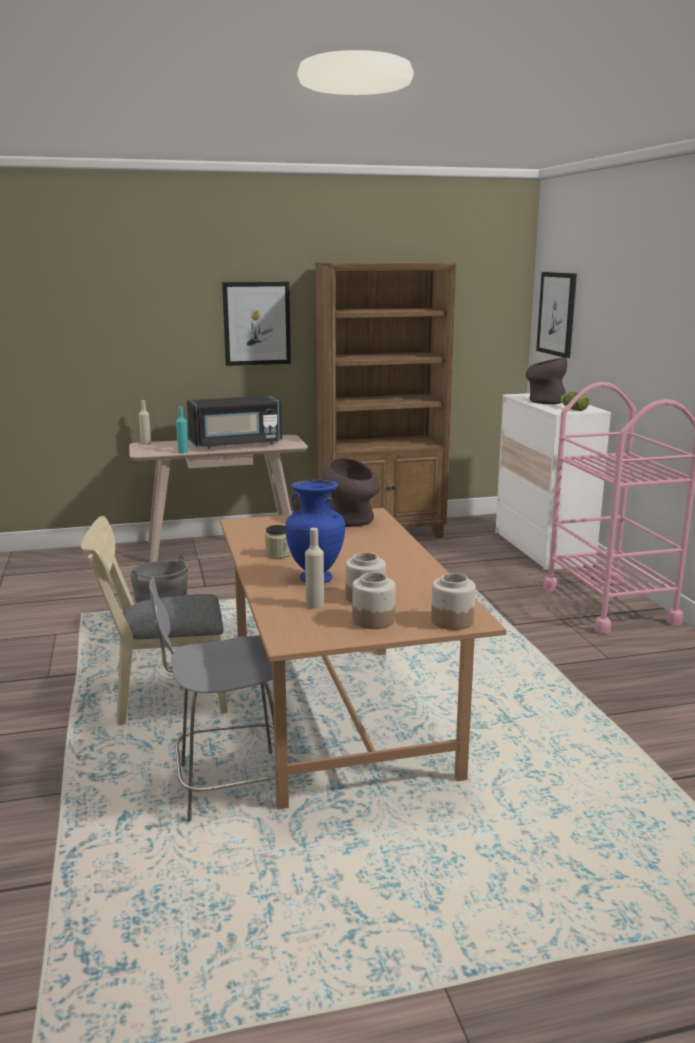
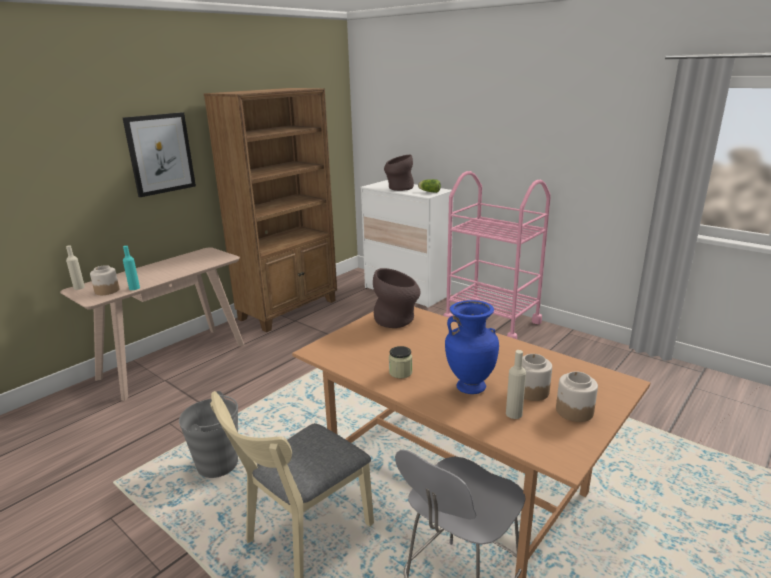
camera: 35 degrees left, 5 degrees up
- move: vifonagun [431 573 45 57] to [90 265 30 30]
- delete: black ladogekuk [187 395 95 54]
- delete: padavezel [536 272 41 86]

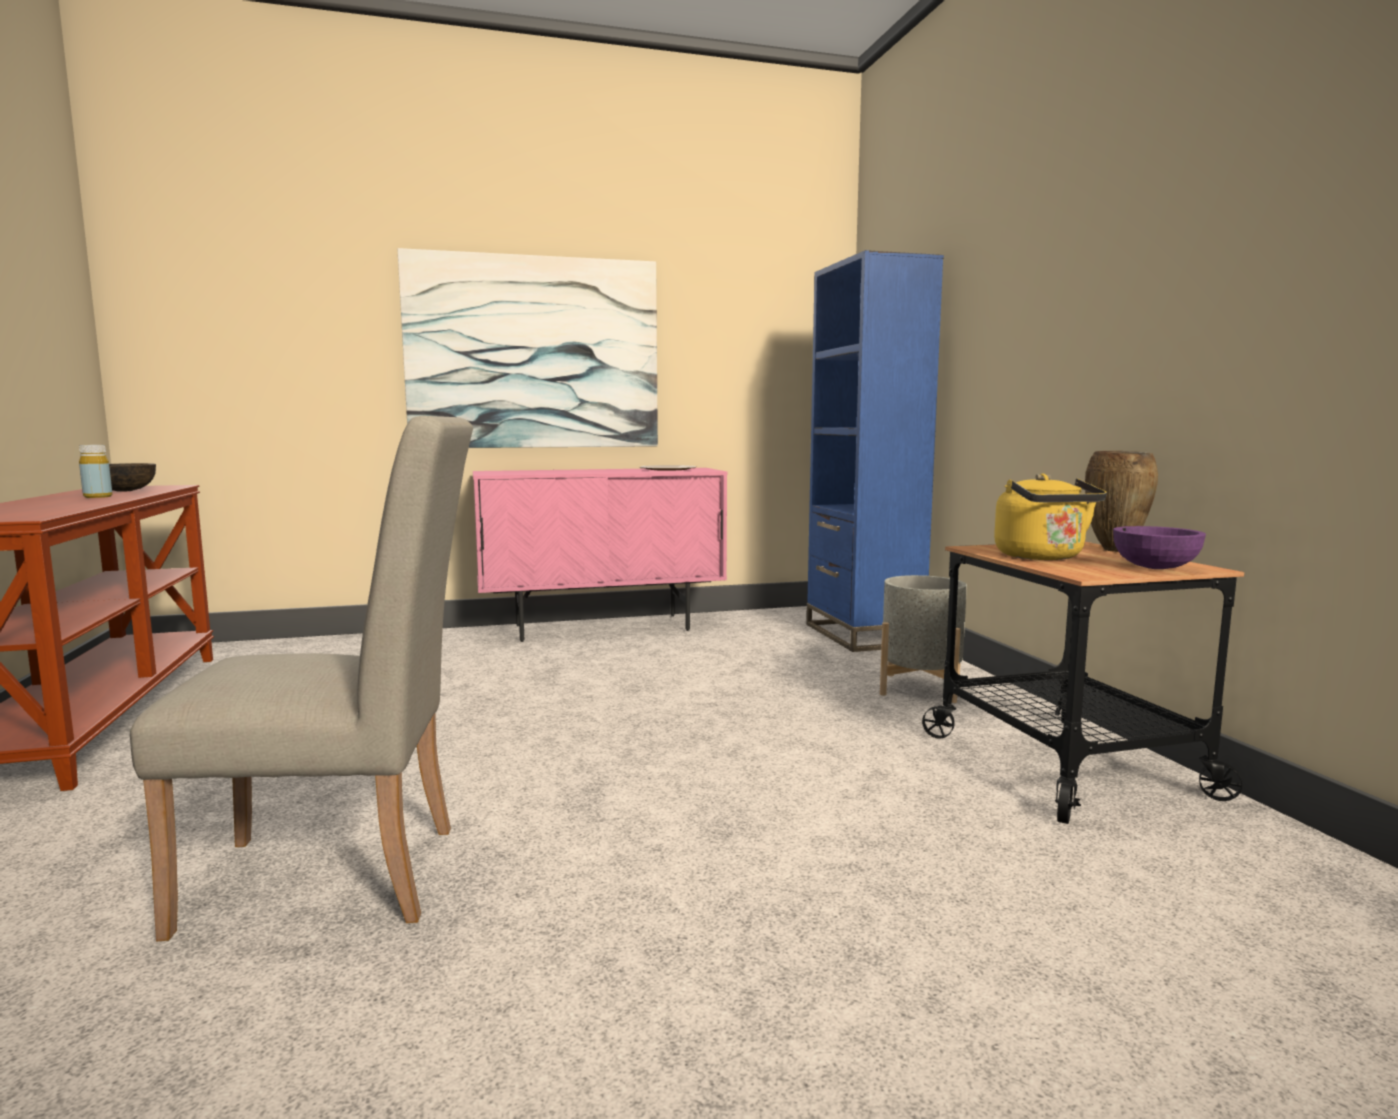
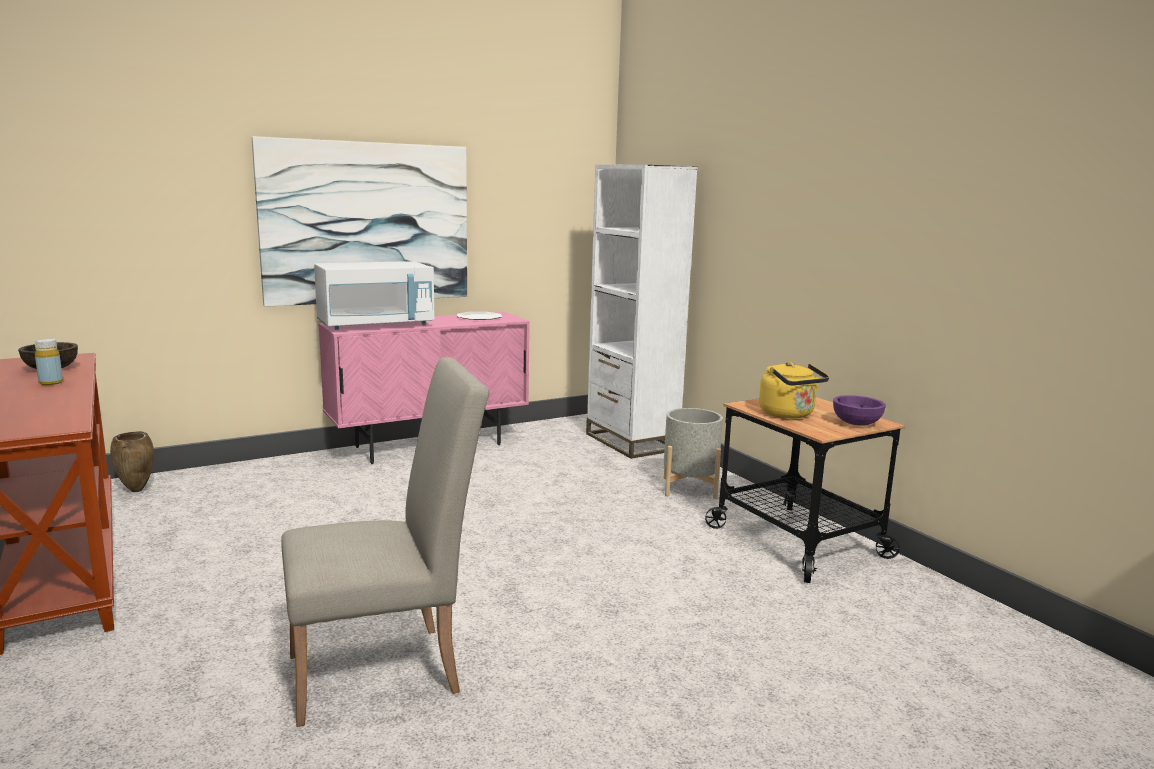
camera: 15 degrees left, 5 degrees up
- move: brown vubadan [1085 451 73 101] to [110 431 44 61]
- insert: white ladogekuk [314 261 121 69]
- recolor: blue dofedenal [806 250 138 402] to white dofedenal [586 164 112 295]

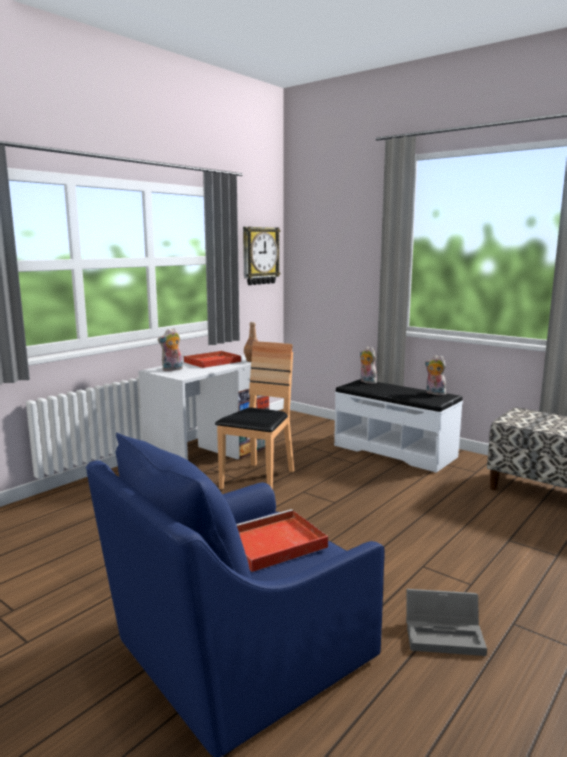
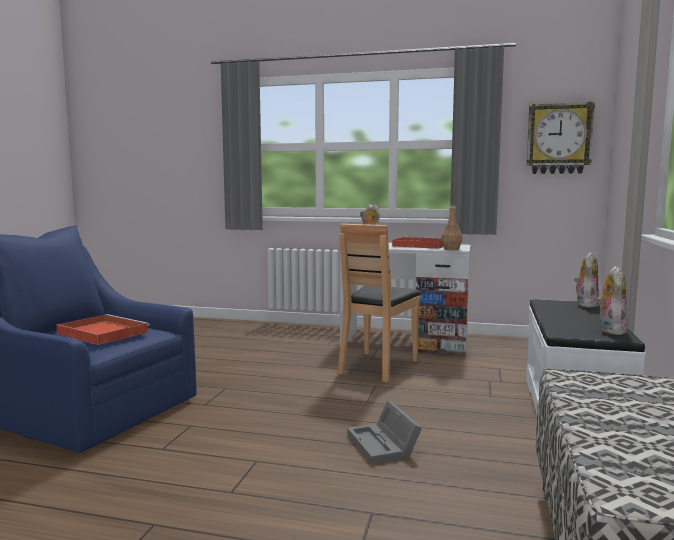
camera: 65 degrees right, 5 degrees down
- rotate: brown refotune [215 341 79 148] = [338 224 83 158] 120 degrees clockwise
- move: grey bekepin [406 589 81 67] to [347 401 75 64]

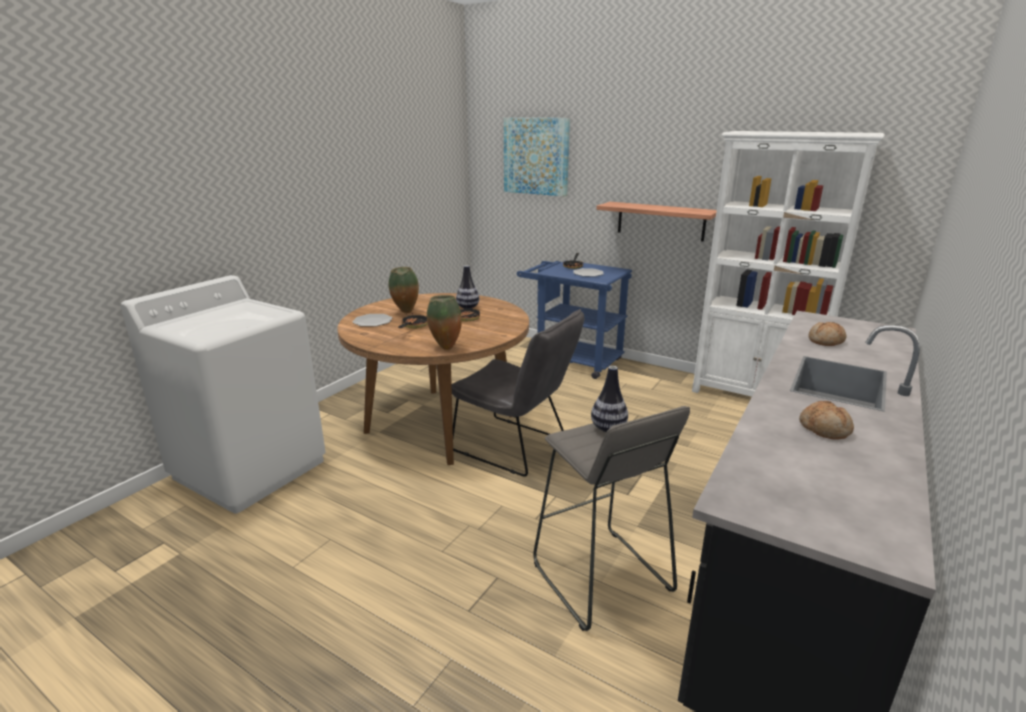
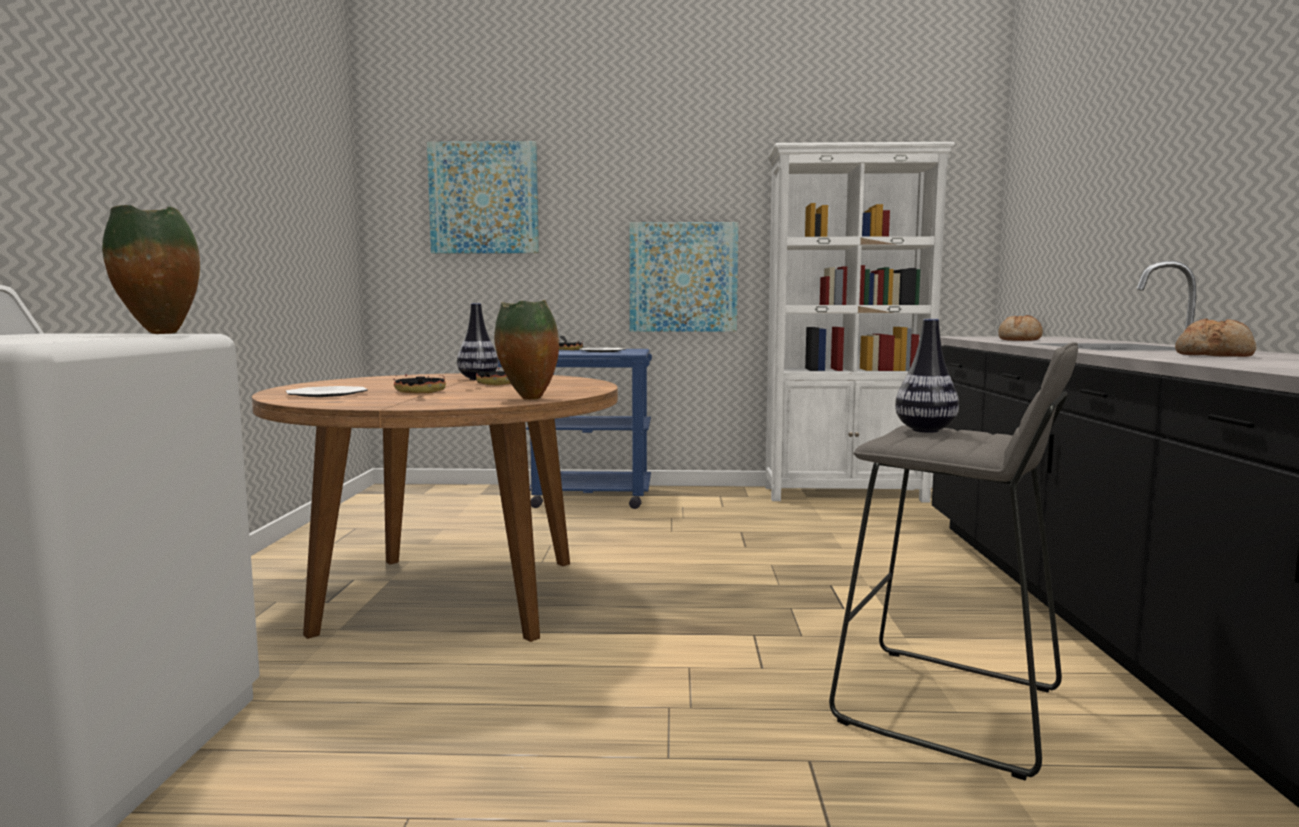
camera: 30 degrees left, 15 degrees down
- move: vubadan [388 267 31 46] to [102 205 98 129]
- replace: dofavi [596 202 121 40] to padavezel [629 222 109 110]
- delete: grey refotune [451 309 133 168]

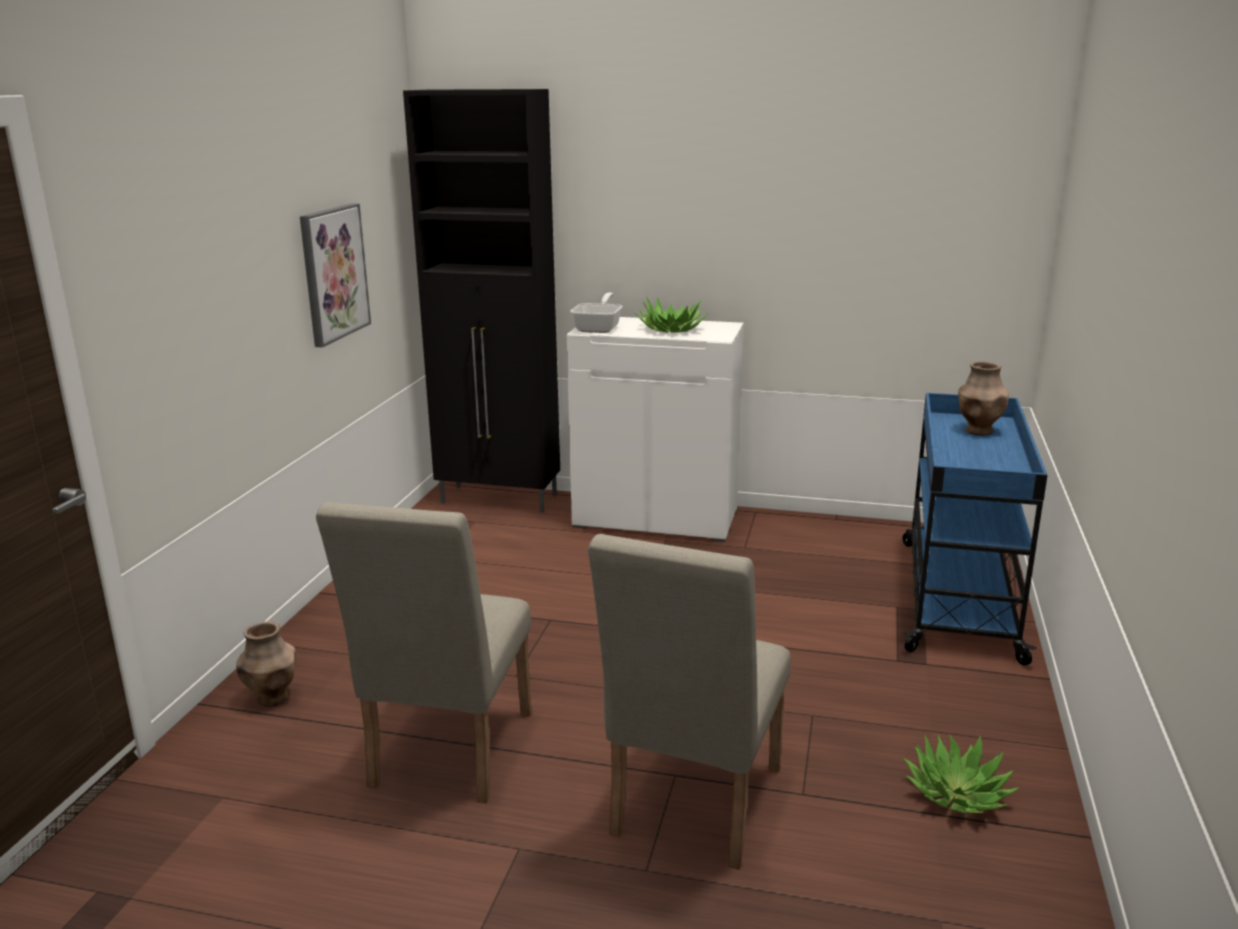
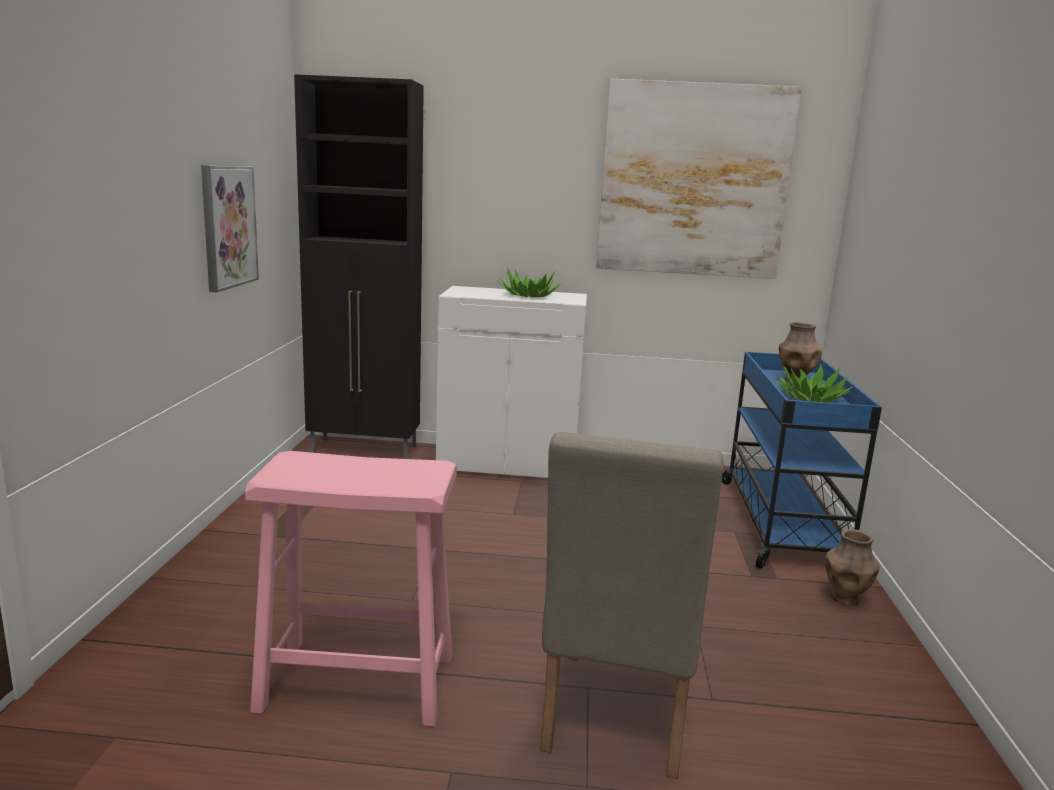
camera: 10 degrees left, 5 degrees down
- replace: beige refotune [316 502 216 301] to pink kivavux [245 451 212 276]
- insert: padavezel [596 79 206 200]
- move: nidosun [903 734 116 79] to [773 365 79 38]
- move: brown vubadan [236 621 60 86] to [825 529 55 77]
- delete: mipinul [570 293 52 40]

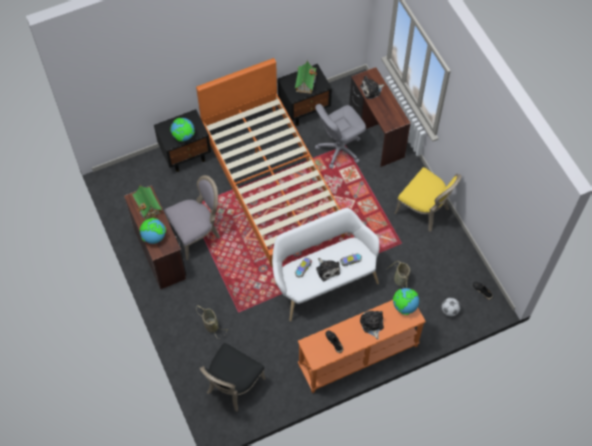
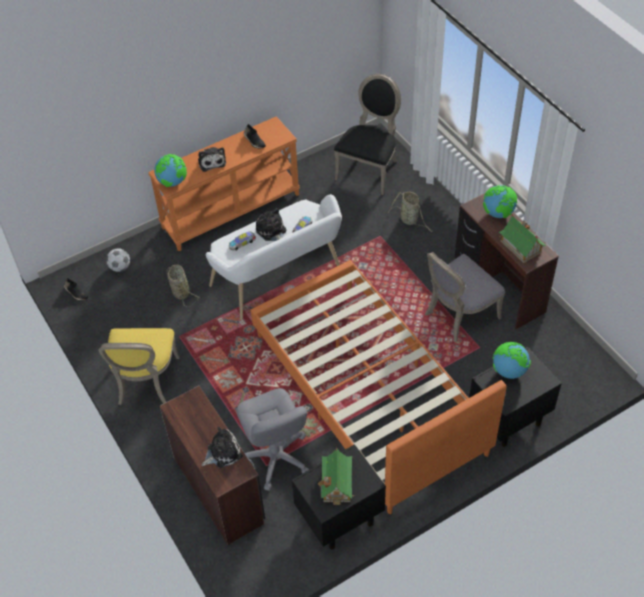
camera: 175 degrees right, 10 degrees down
- rotate: yellow refotune [395 167 66 65] = [98 328 82 77] 120 degrees counterclockwise
- rotate: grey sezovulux [315 104 51 65] = [236 388 73 103] 105 degrees clockwise

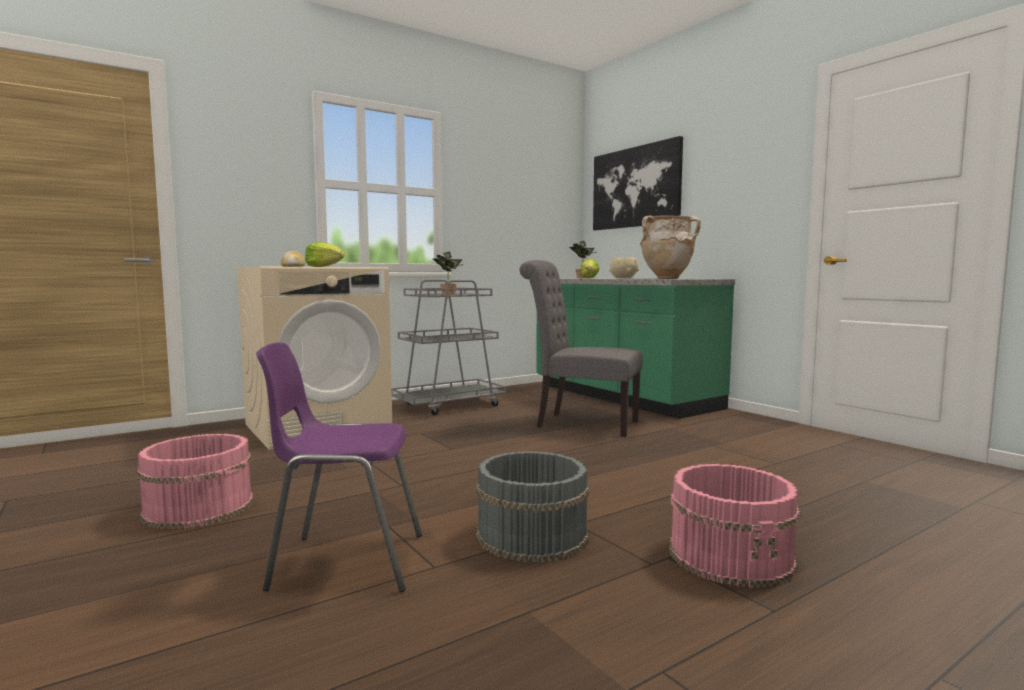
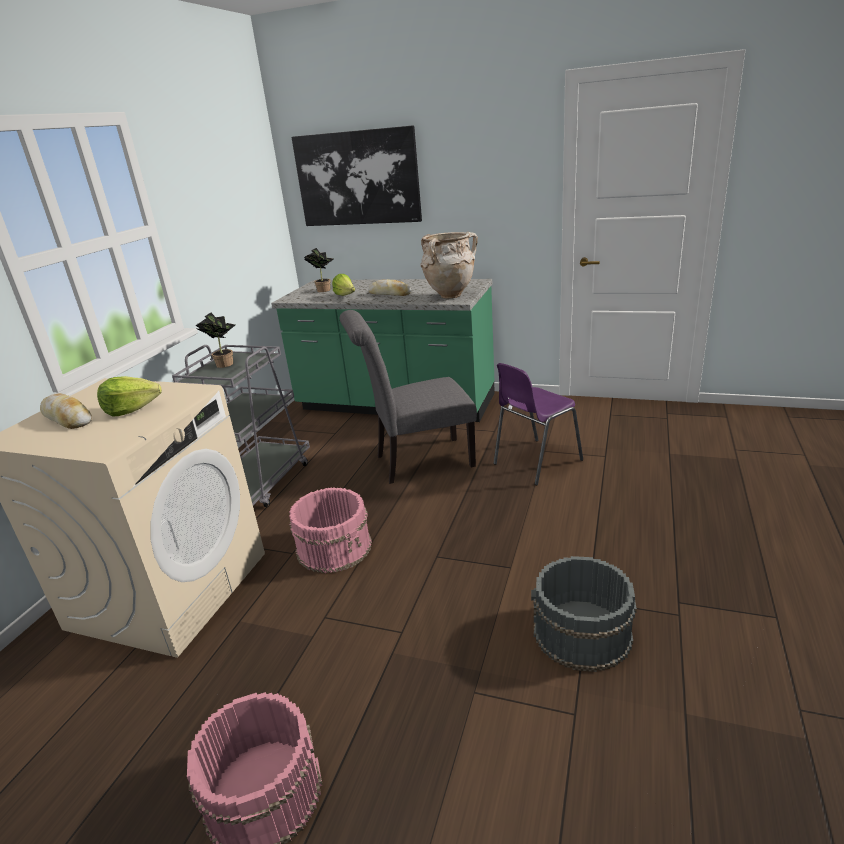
camera: 35 degrees left, 20 degrees up
- move: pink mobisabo [669 464 132 124] to [289 488 83 85]
- replace: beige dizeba [609 257 30 21] to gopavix [368 279 44 17]
- move: purple refotune [256 342 166 250] to [493 363 90 122]

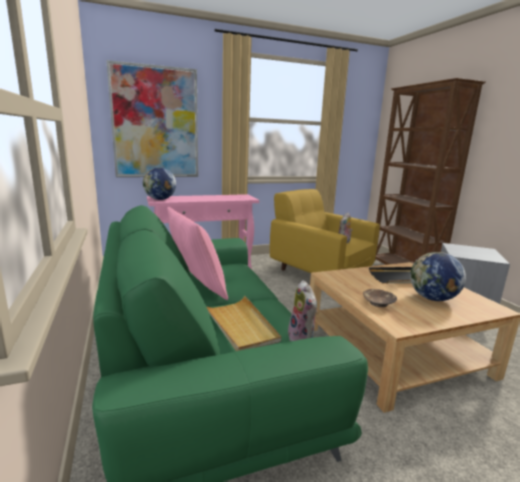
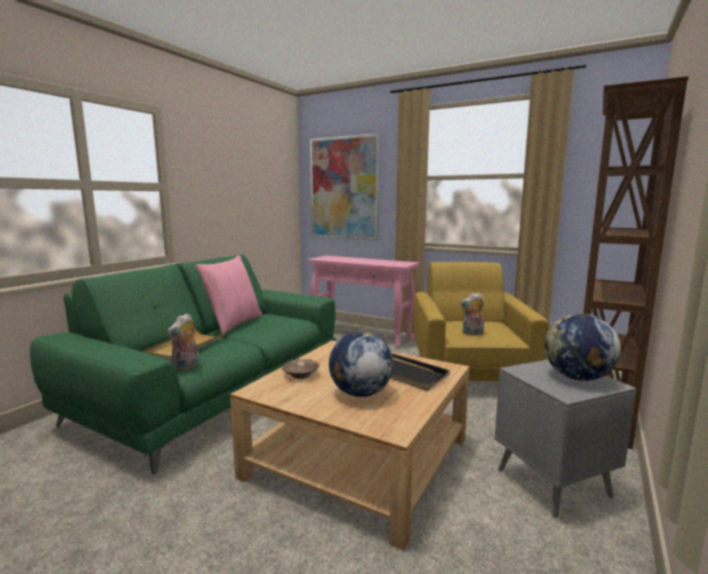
camera: 50 degrees right, 5 degrees down
- move: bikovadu [143 167 33 33] to [544 313 77 68]

